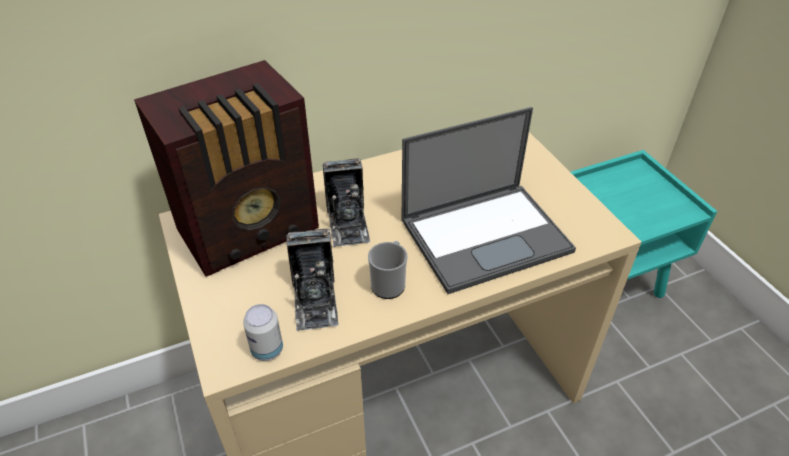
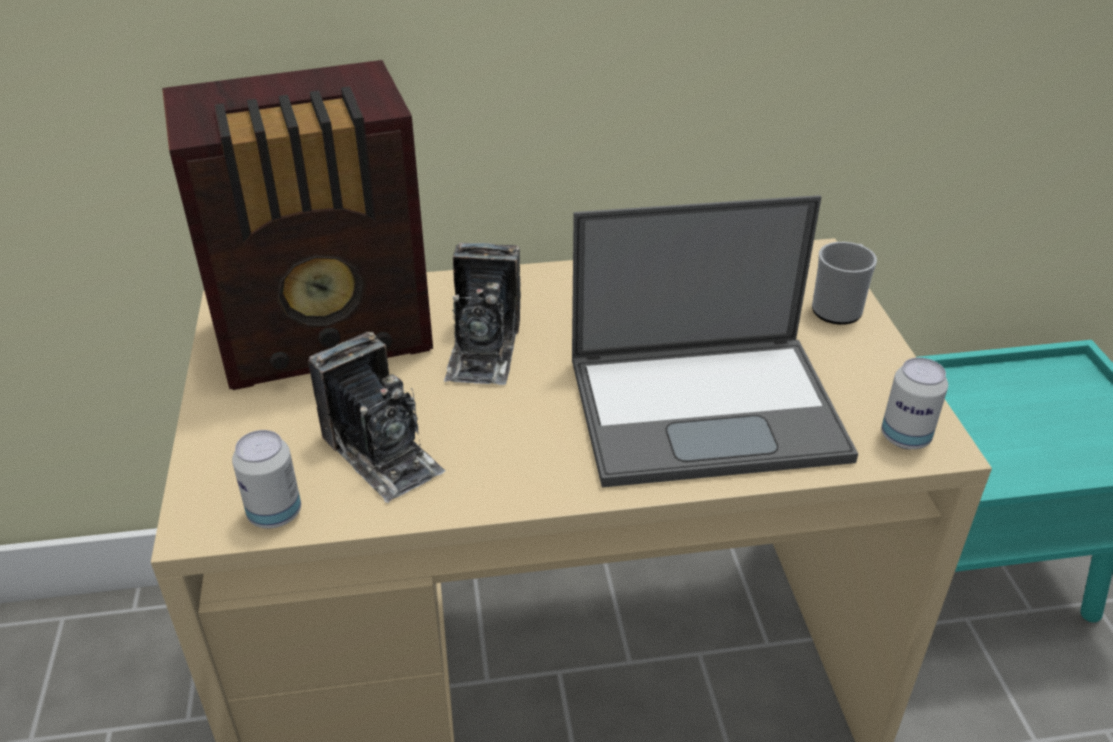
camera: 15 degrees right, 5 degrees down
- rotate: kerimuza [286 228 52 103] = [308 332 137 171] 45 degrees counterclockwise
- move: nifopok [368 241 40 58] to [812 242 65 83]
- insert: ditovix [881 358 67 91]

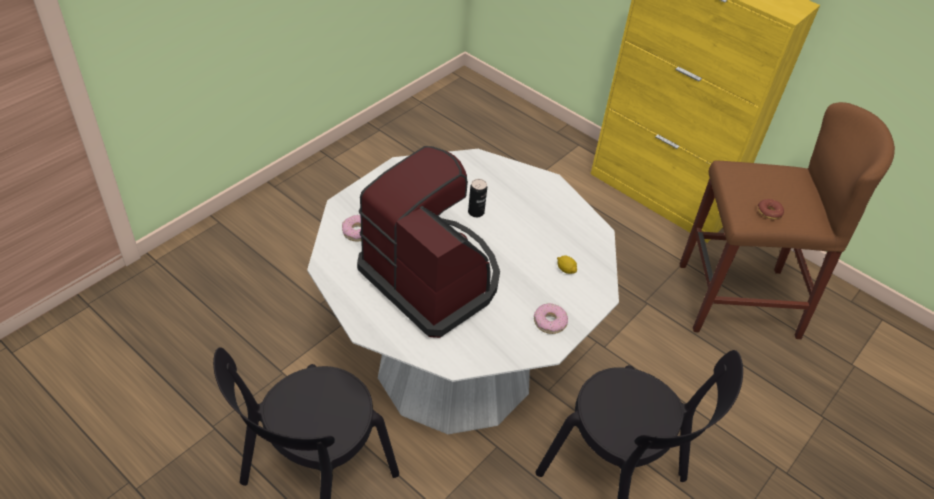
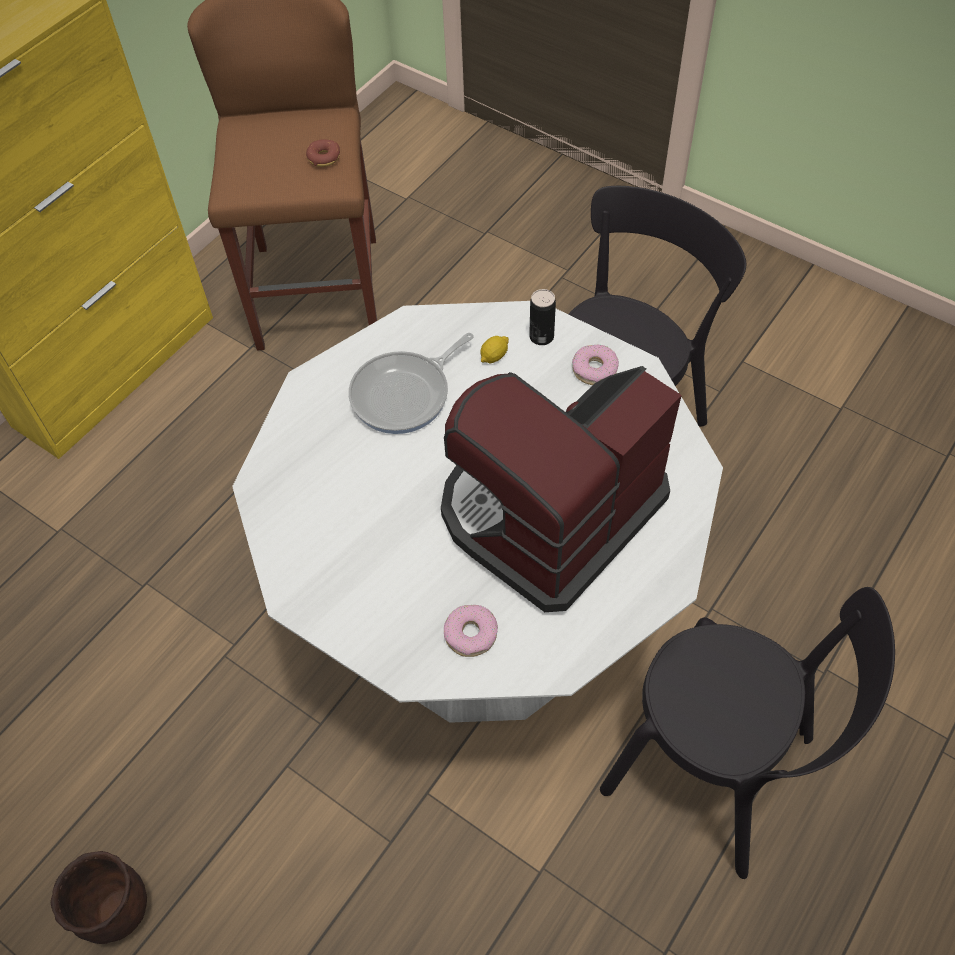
camera: 90 degrees left, 10 degrees up
- insert: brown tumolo [51 851 96 93]
- insert: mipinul [349 333 125 101]
- move: ditovix [468 179 19 38] to [529 289 27 56]

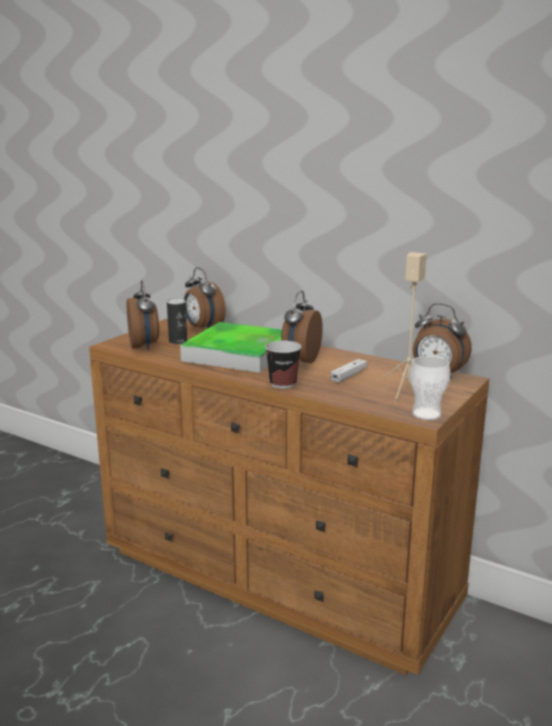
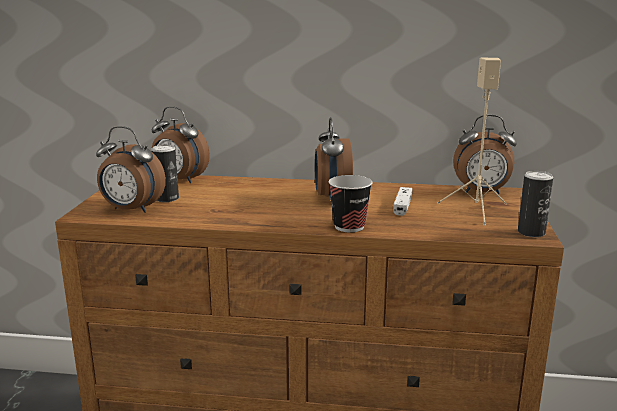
camera: 25 degrees left, 0 degrees up
- rotate: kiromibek [127 280 32 70] = [96 126 70 87] 150 degrees clockwise
- replace: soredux [409 356 42 64] to ditovix [518 171 35 66]
- delete: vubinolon [180 322 102 51]

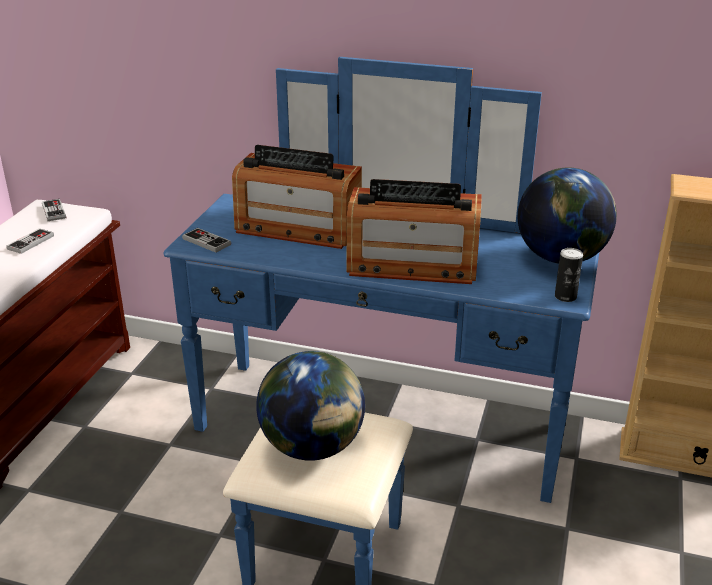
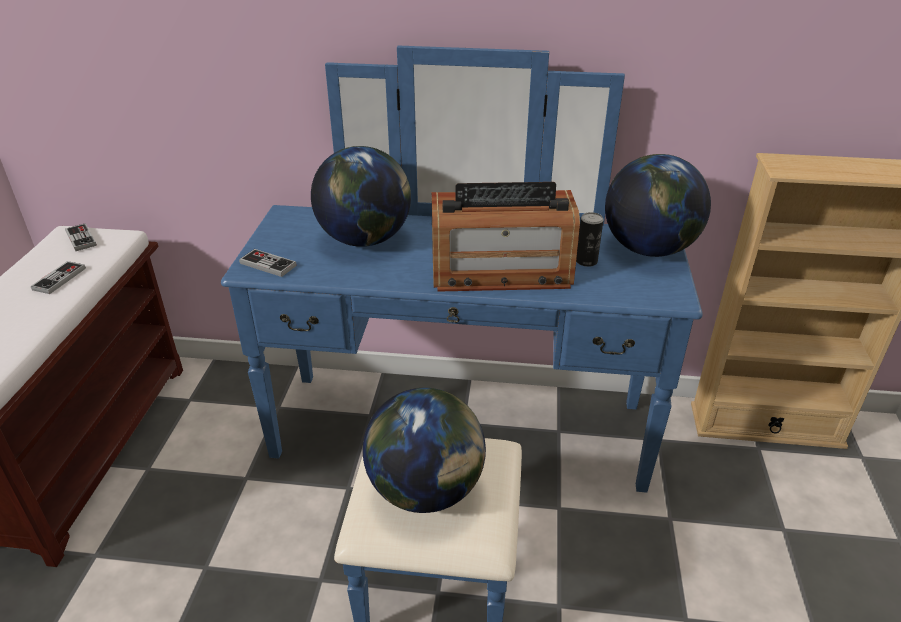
camera: 10 degrees left, 5 degrees up
- replace: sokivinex [232 145 130 104] to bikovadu [311 146 100 101]
- move: ditovix [555 248 28 54] to [576 212 28 55]

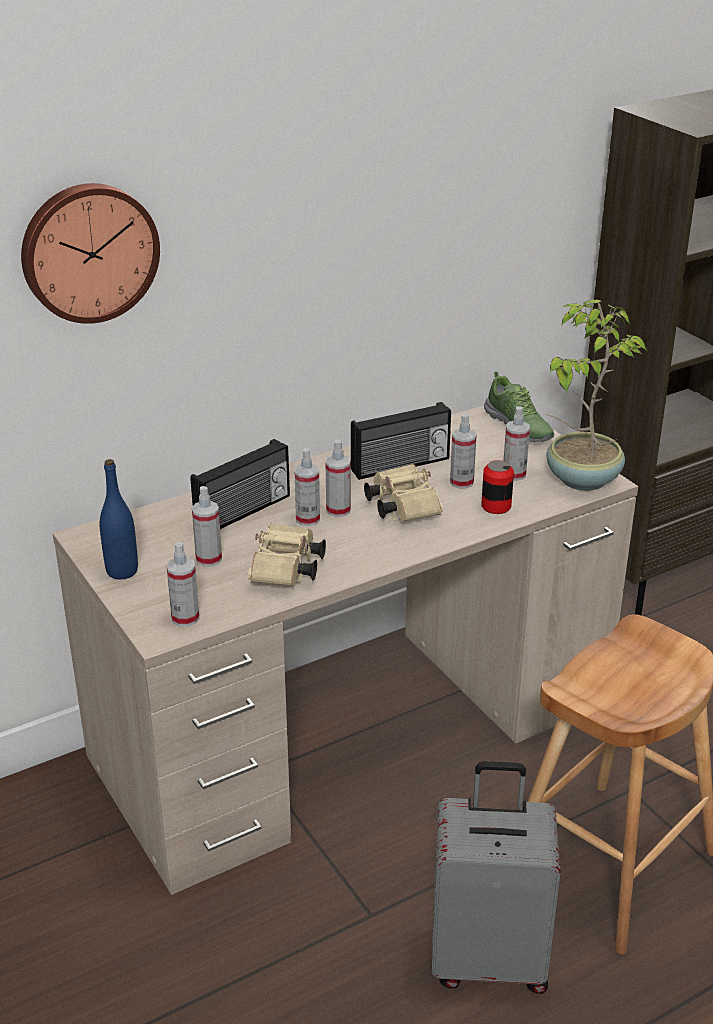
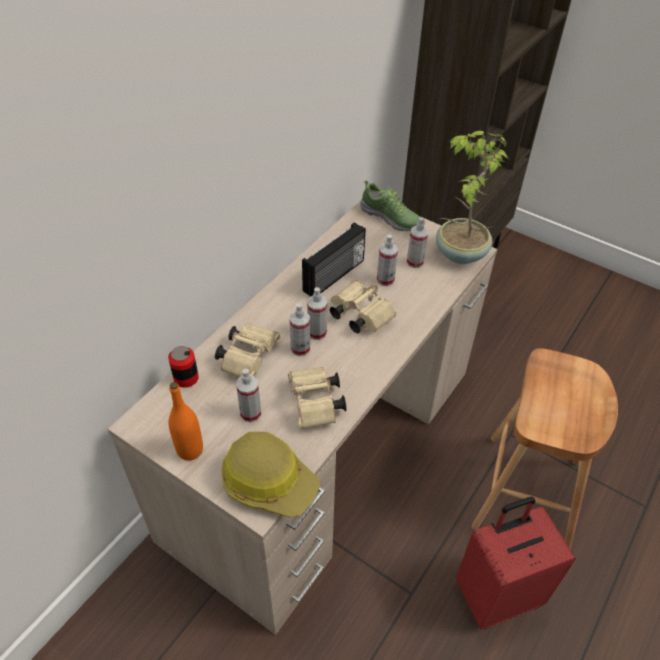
camera: 25 degrees left, 15 degrees up
- move: ditovix [481 460 33 54] to [168 346 31 42]
- recolor: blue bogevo [100 459 38 121] to orange bogevo [168 382 35 79]
- replace: sokivinex [191 439 99 90] to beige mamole [215 323 65 55]
- replace: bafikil [166 542 33 85] to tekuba [221 431 99 86]
- recolor: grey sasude [432 761 129 233] to red sasude [455 497 121 132]
- delete: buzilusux [21 183 139 141]

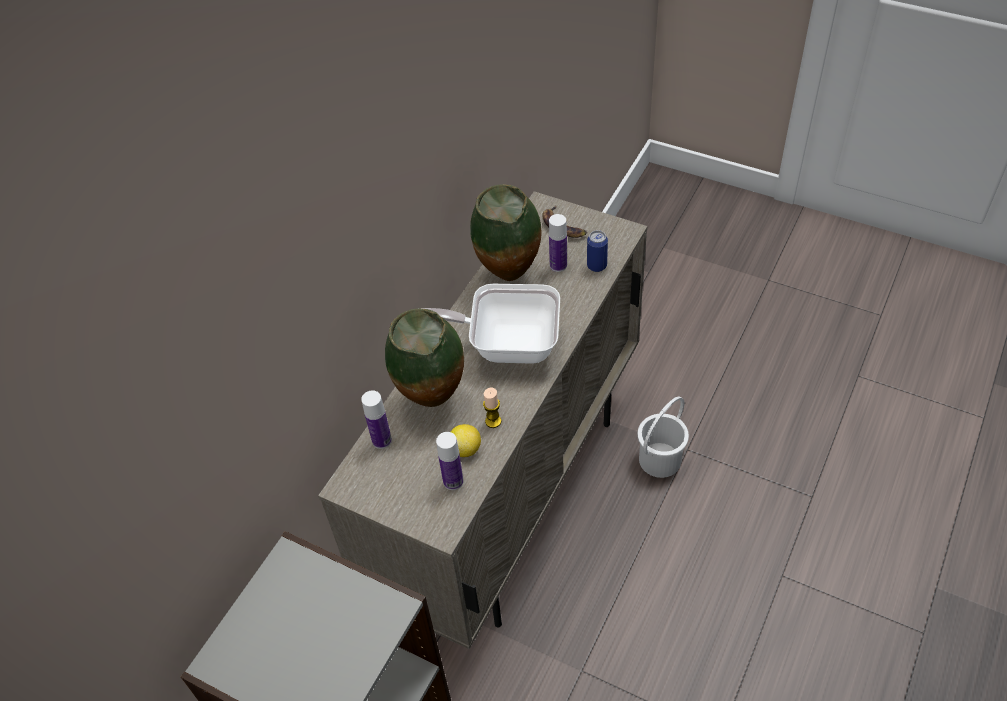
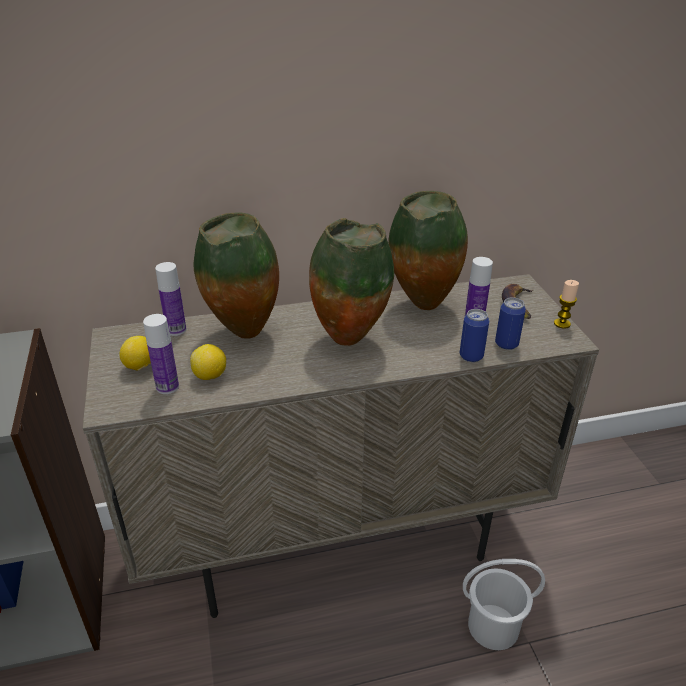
camera: 45 degrees right, 15 degrees down
- insert: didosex [119 336 32 34]
- replace: mipinul [422 284 138 80] to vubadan [309 218 85 128]
- insert: ditovix [460 309 29 53]
- move: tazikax [483 388 18 40] to [554 280 25 49]

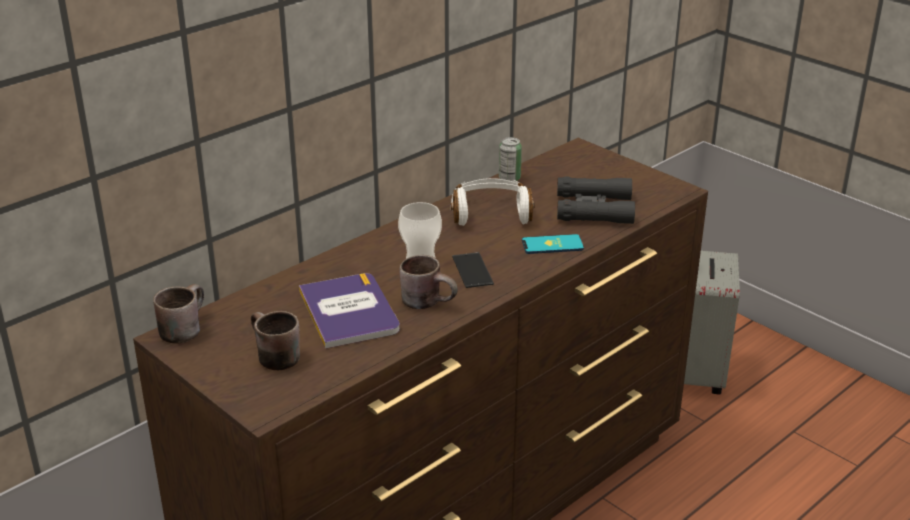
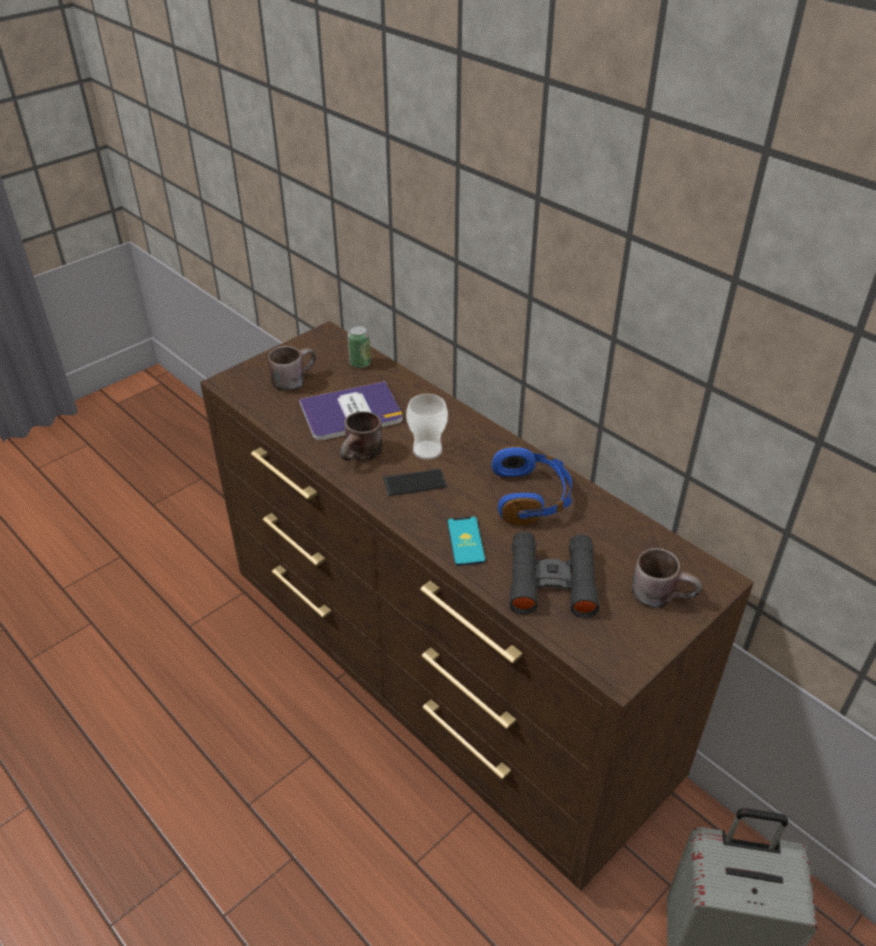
camera: 90 degrees right, 10 degrees up
- move: ditovix [499 137 23 44] to [348 325 23 43]
- recolor: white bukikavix [451 178 84 48] to blue bukikavix [492 445 80 80]
- move: brown nifopok [153 284 51 60] to [632 548 70 60]

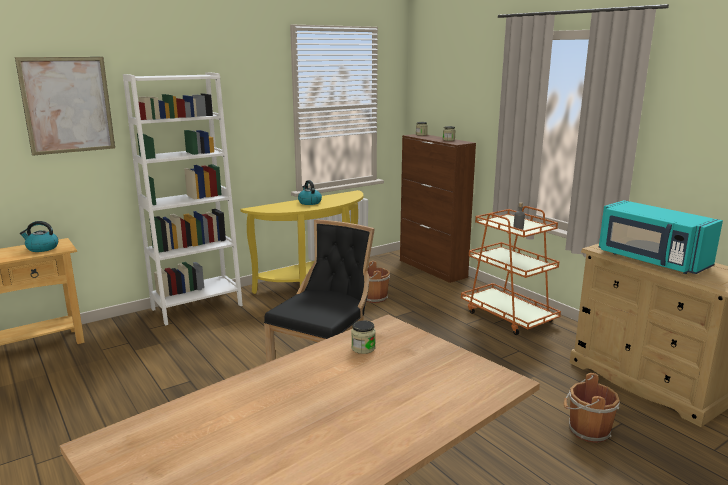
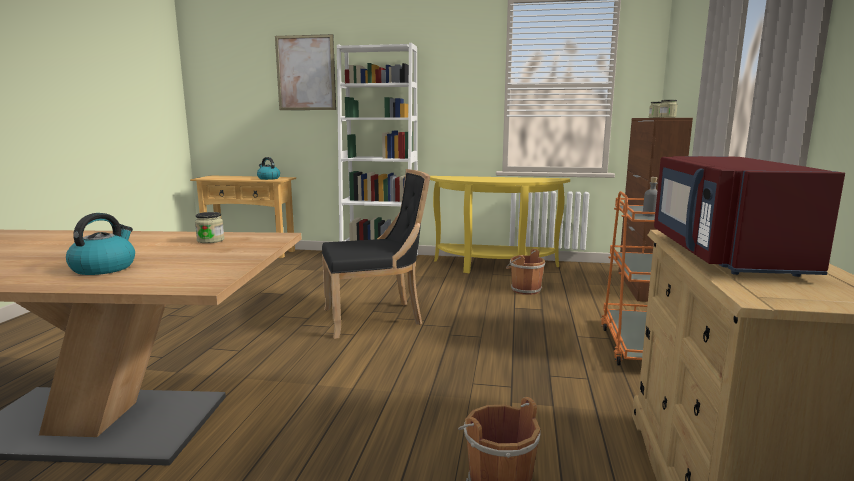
camera: 45 degrees right, 5 degrees down
- move: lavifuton [298 180 24 25] to [66 213 69 62]
- recolor: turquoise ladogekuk [599 200 124 74] to red ladogekuk [654 156 191 121]

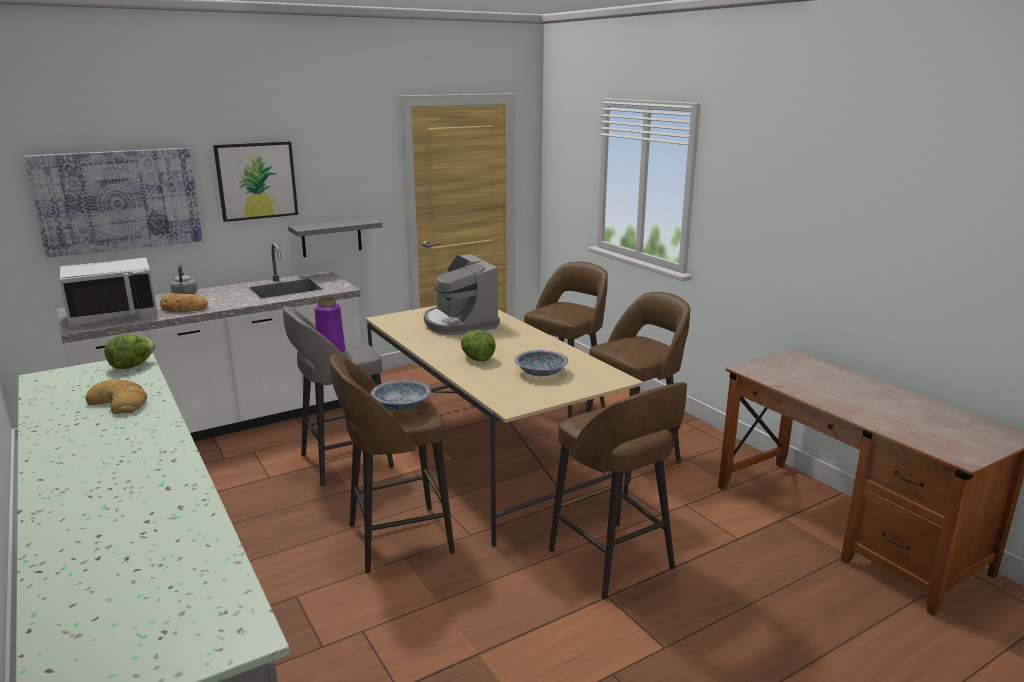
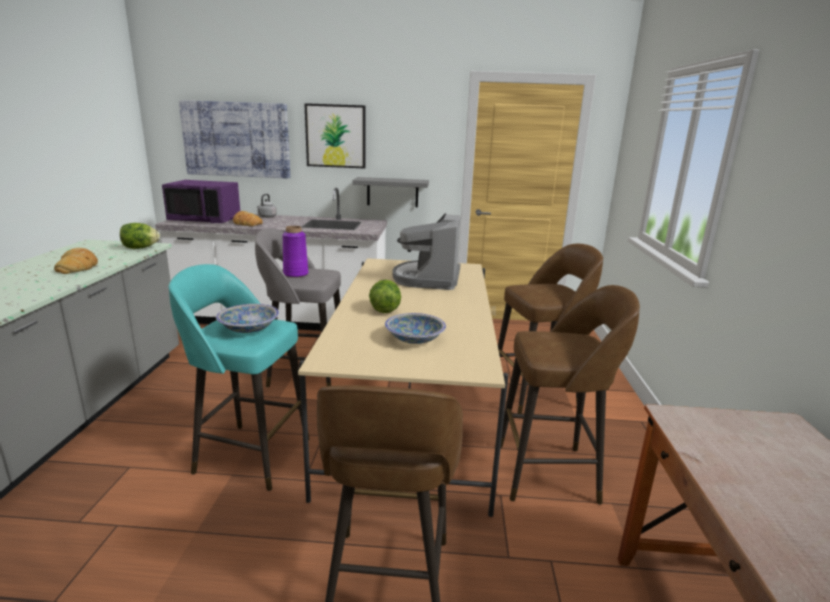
camera: 35 degrees right, 0 degrees up
- recolor: white ladogekuk [59 257 99 70] to purple ladogekuk [162 180 78 43]
- recolor: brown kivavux [330 354 125 220] to turquoise kivavux [169 264 141 227]

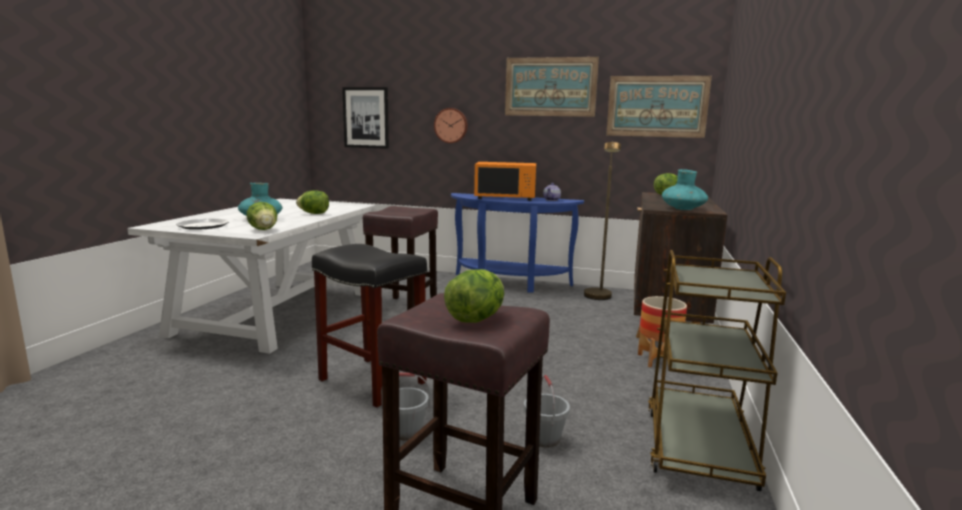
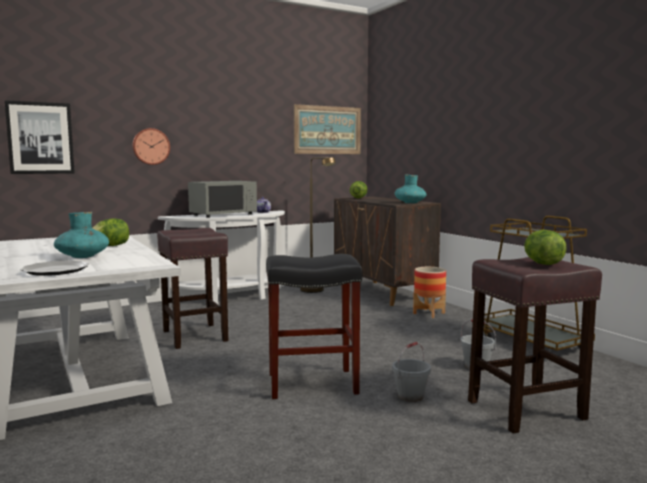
camera: 45 degrees left, 5 degrees down
- recolor: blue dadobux [451 193 133 100] to white dadobux [158 210 127 94]
- recolor: orange ladogekuk [474 162 62 39] to grey ladogekuk [188 181 69 37]
- delete: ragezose [246 202 31 28]
- delete: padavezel [505 57 94 60]

